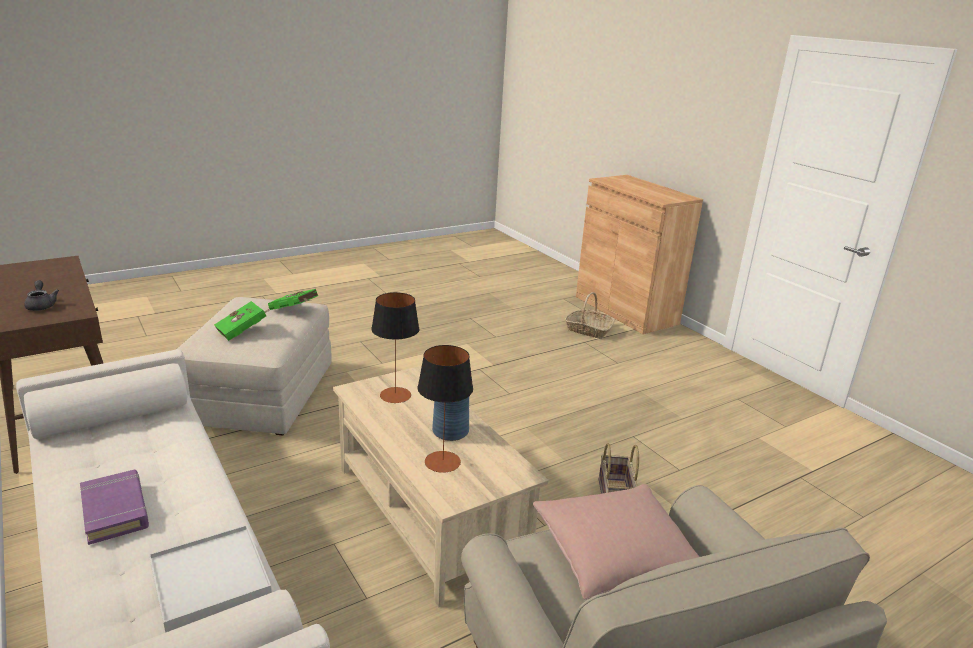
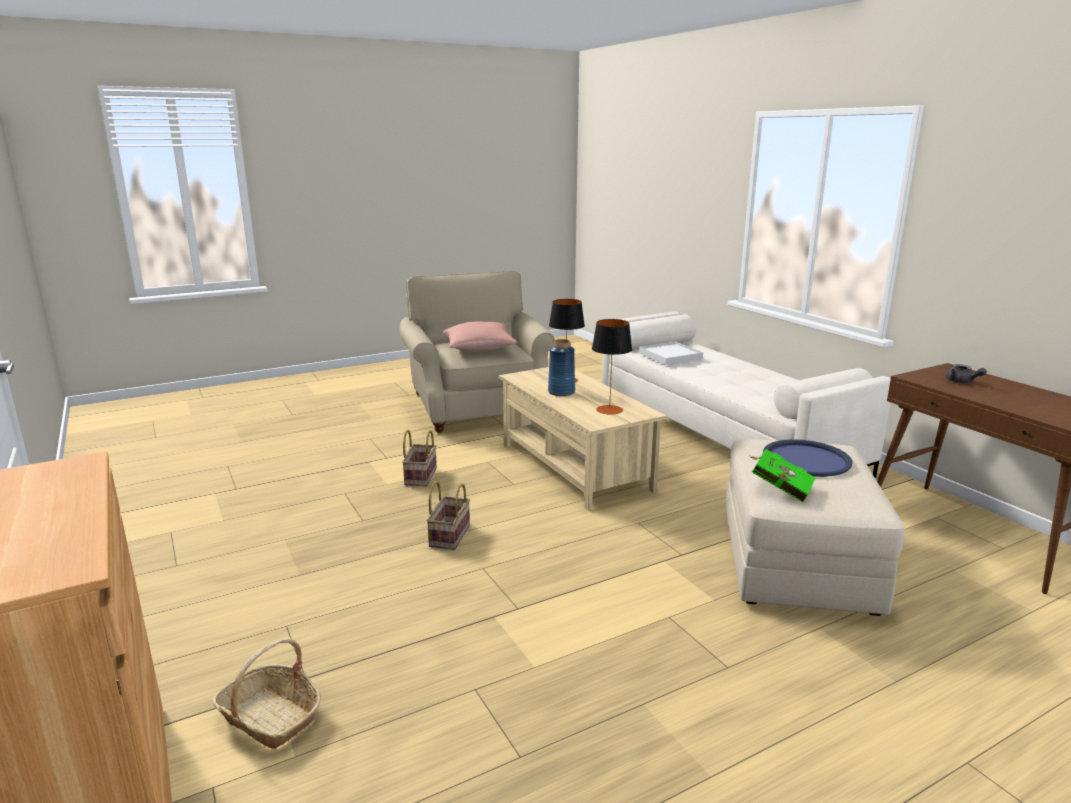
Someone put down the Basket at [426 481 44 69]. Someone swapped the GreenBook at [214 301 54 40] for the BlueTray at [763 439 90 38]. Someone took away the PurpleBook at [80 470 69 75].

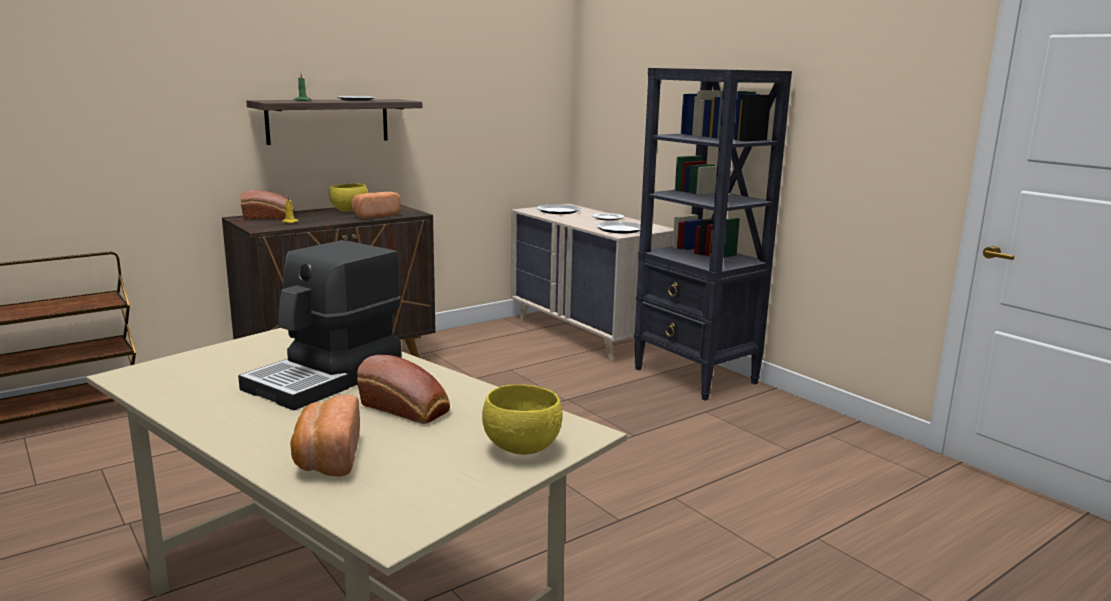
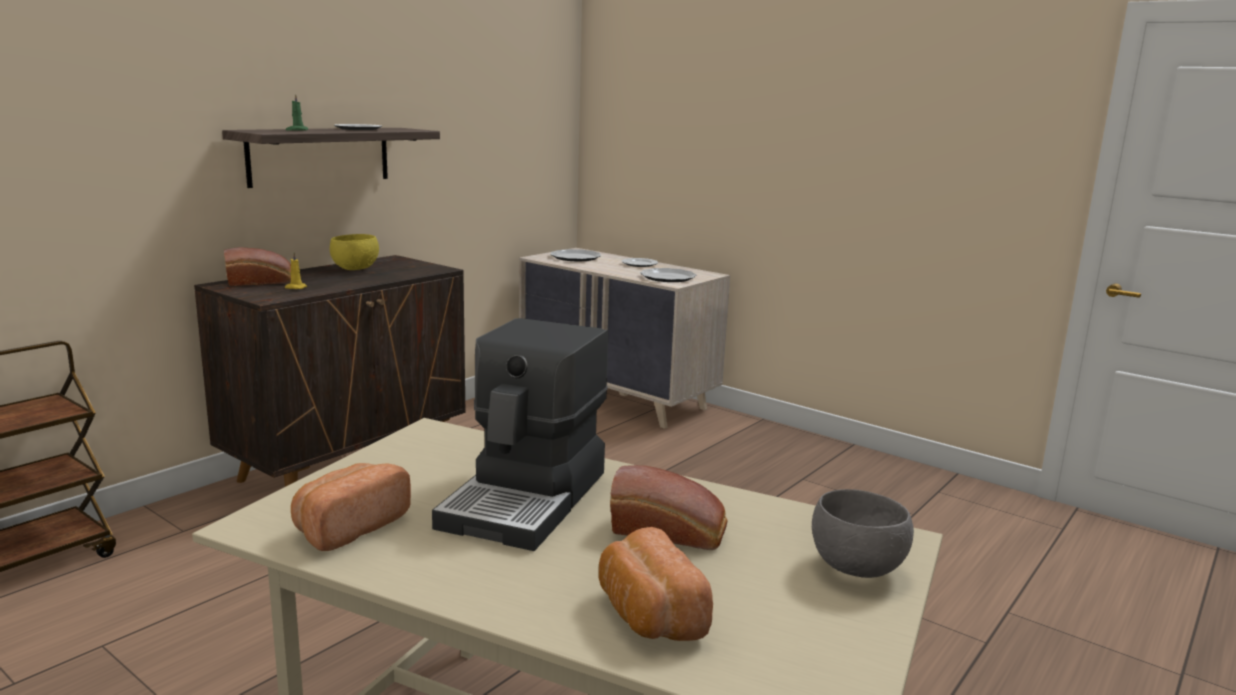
Someone carried the Bread from [351 192 50 27] to [291 463 120 88]. Someone repainted the YellowBowl at [482 384 80 71], which became the GreyBowl at [812 489 102 89]. Someone took away the BlackBookcase at [634 68 158 333].

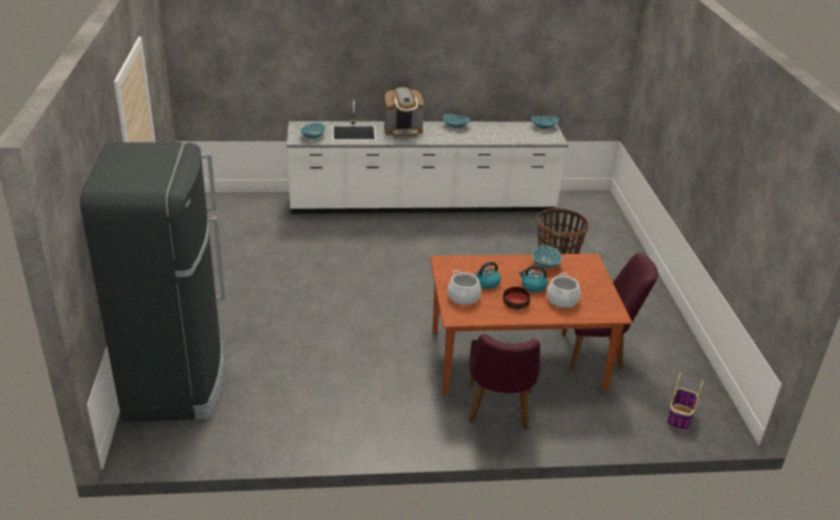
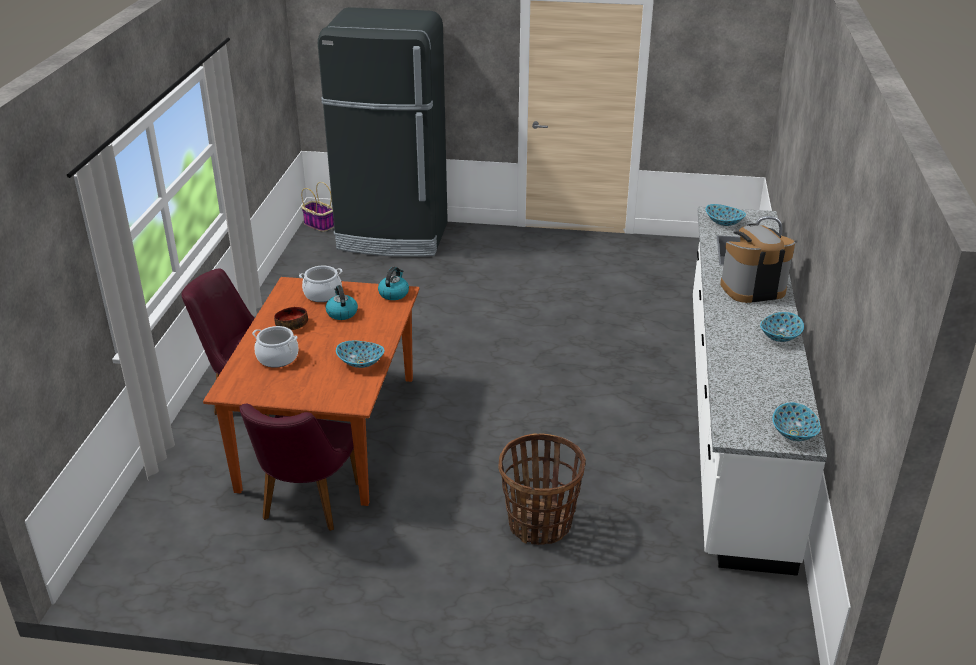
Someone carried the Basket from [667 373 36 58] to [301 182 33 50]. Someone carried the Kettle from [519 265 29 27] to [378 267 31 33]. Someone rotated the CoffeeMachine at [384 87 40 51] by 75 degrees clockwise.

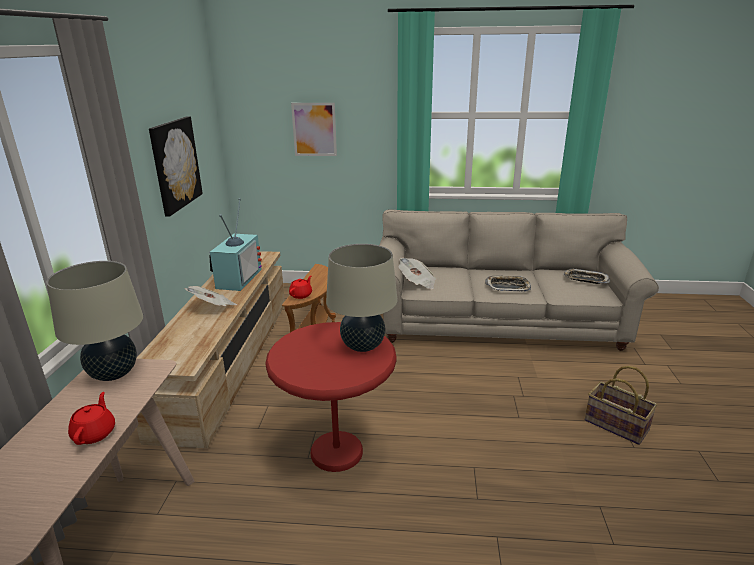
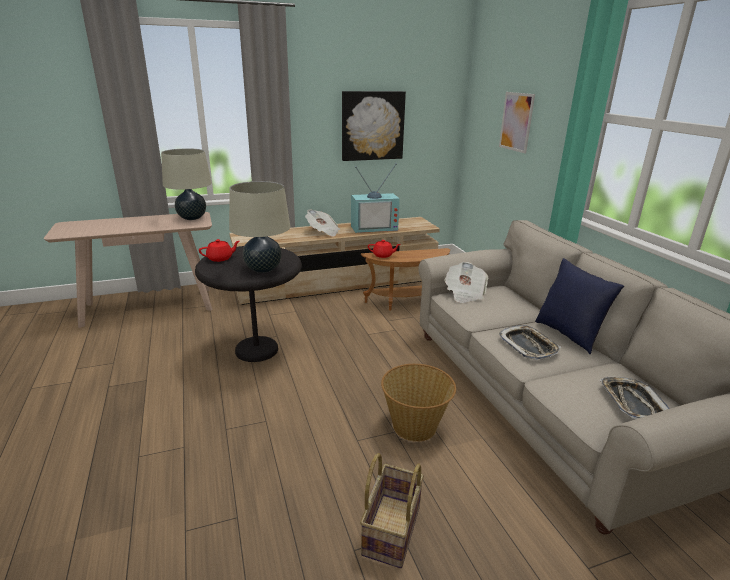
Someone repainted the RedSideTable at [265 322 132 150], which became the BlackSideTable at [195 246 107 116]. Someone carried the RedTeapot from [68 392 47 53] to [199 239 41 23]. Someone put down the Basket at [381 364 75 78]. Someone put down the BluePillow at [535 258 89 96].

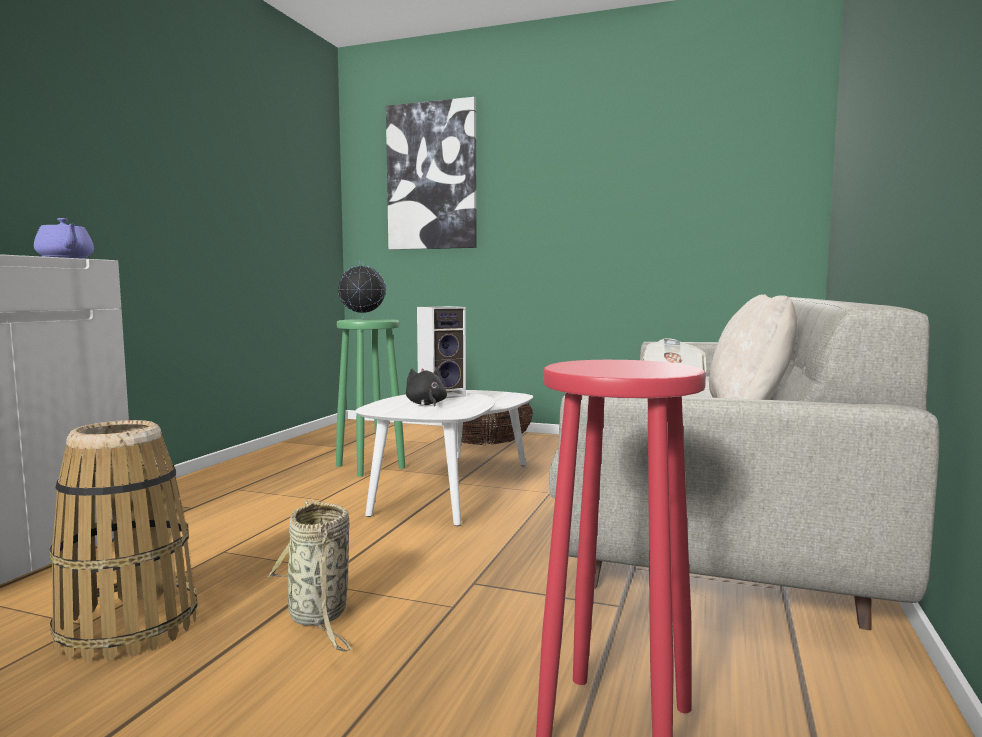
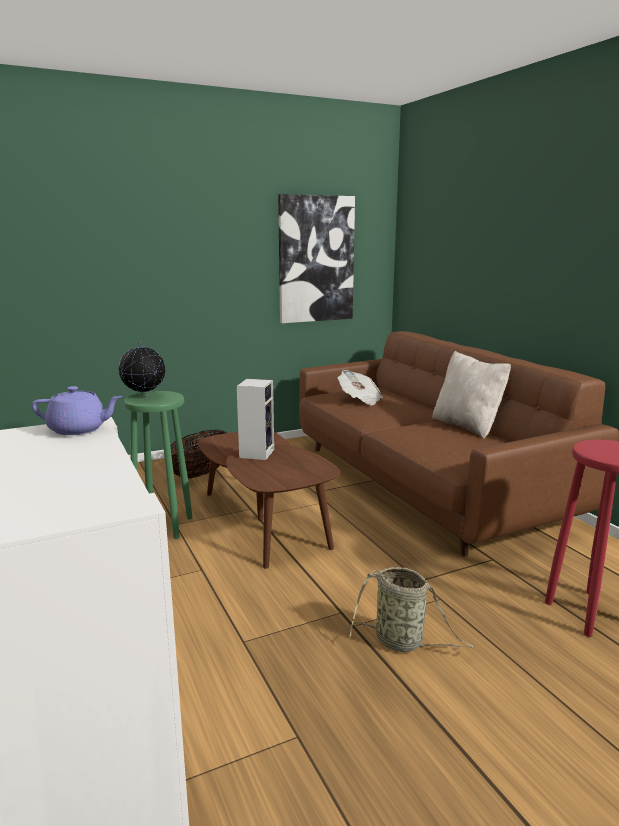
Someone repainted the WhiteCoffeeTable at [355 390 178 136], which became the BrownCoffeeTable at [198 432 142 137]. Someone carried the Picture from [386 97 90 153] to [278 194 77 129]. Someone repainted the GreySofa at [549 297 390 333], which became the BrownSofa at [299 331 320 226]. Someone took away the Basket at [50 420 147 242]. Someone took away the BlackPlushToy at [406 367 41 40].

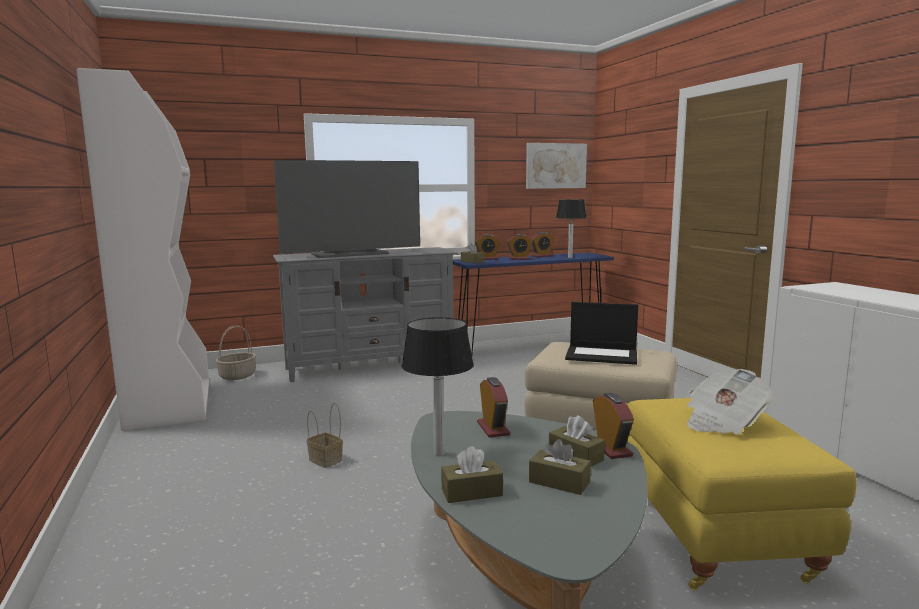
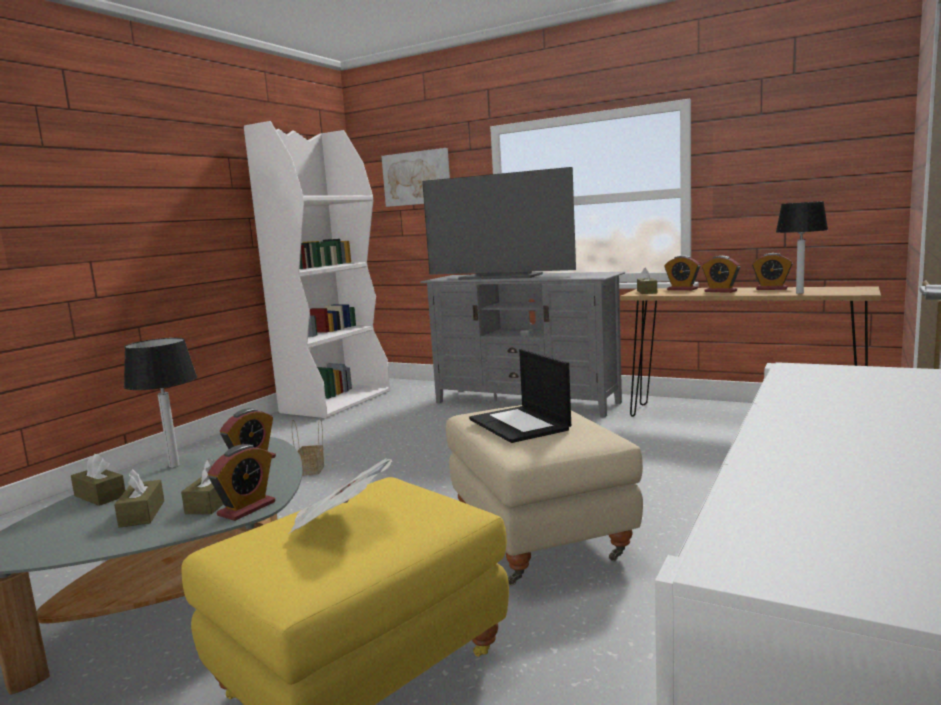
Someone carried the Picture from [526 143 61 46] to [381 148 69 59]. Someone repainted the BlueConsoleTable at [453 253 161 101], which became the BrownConsoleTable at [620 286 261 131]. Someone took away the Basket at [216 325 40 55].

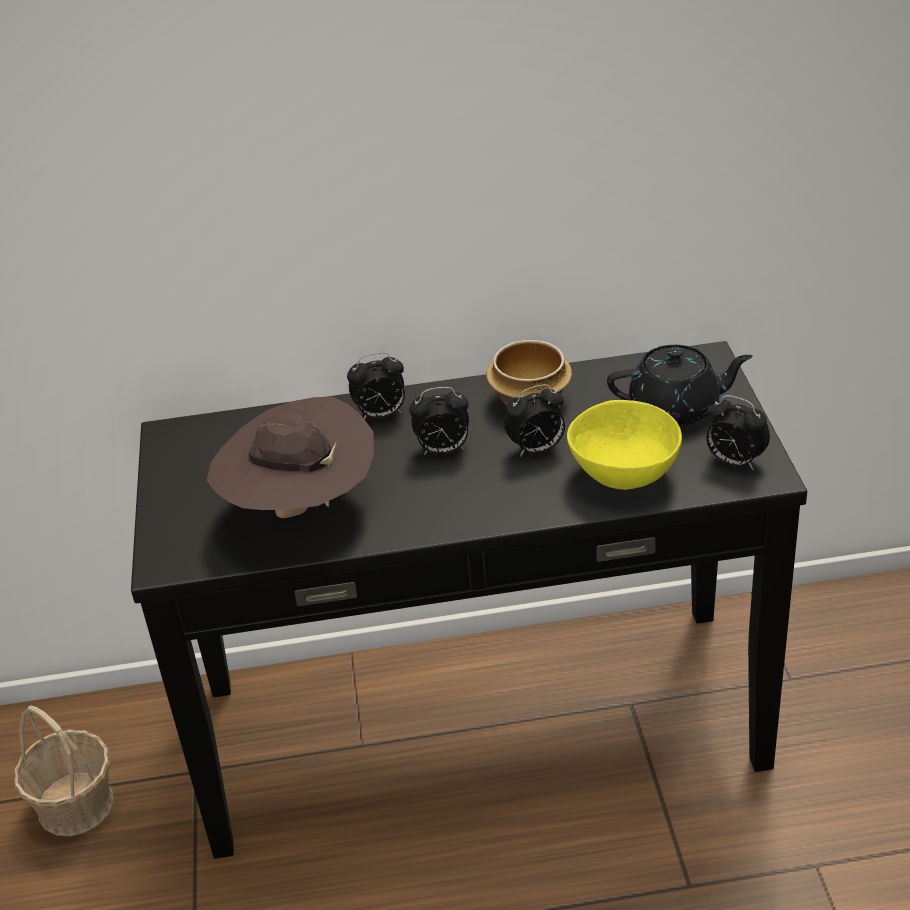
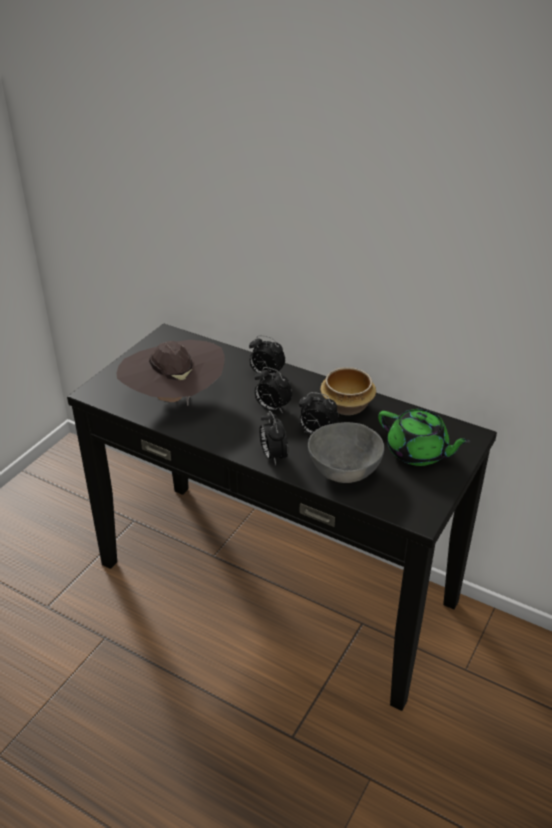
Someone carried the AlarmClock from [706 395 64 75] to [259 411 29 54]. Someone repainted the YellowBowl at [567 400 115 90], which became the GreyBowl at [308 422 76 61]. Someone repainted the BlackTeapot at [607 345 146 81], which became the GreenTeapot at [378 409 92 57]. Someone took away the Basket at [14 705 100 131].

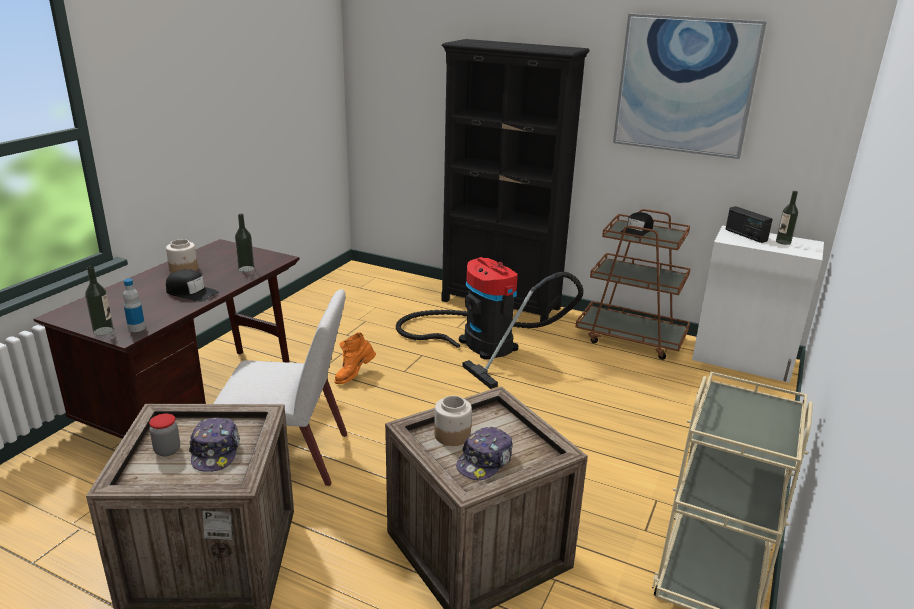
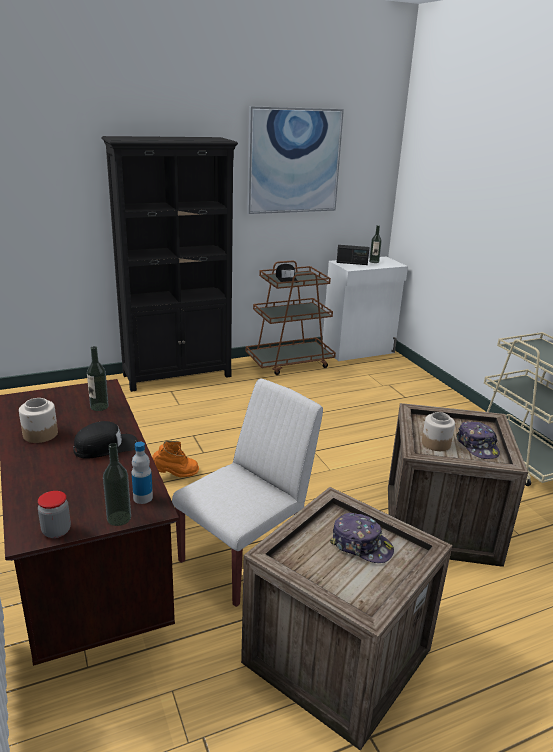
Someone carried the Jar from [149 414 31 42] to [38 491 33 47]. Someone rotated the OrangeBoot at [334 332 42 52] by 105 degrees counterclockwise. Someone took away the VacuumCleaner at [396 257 188 132].

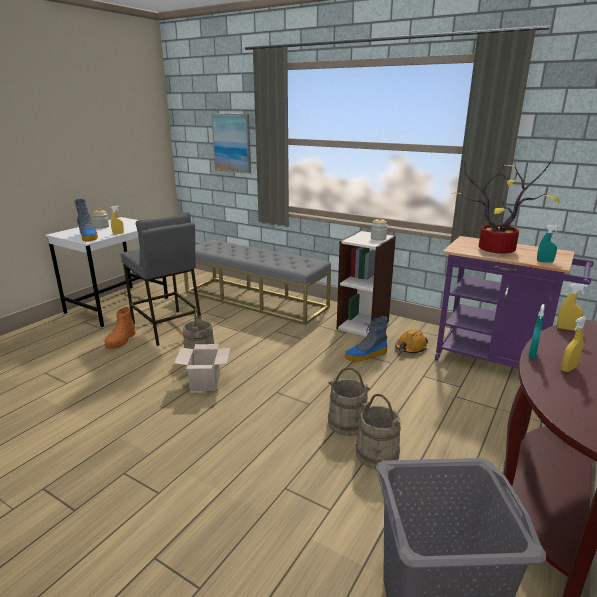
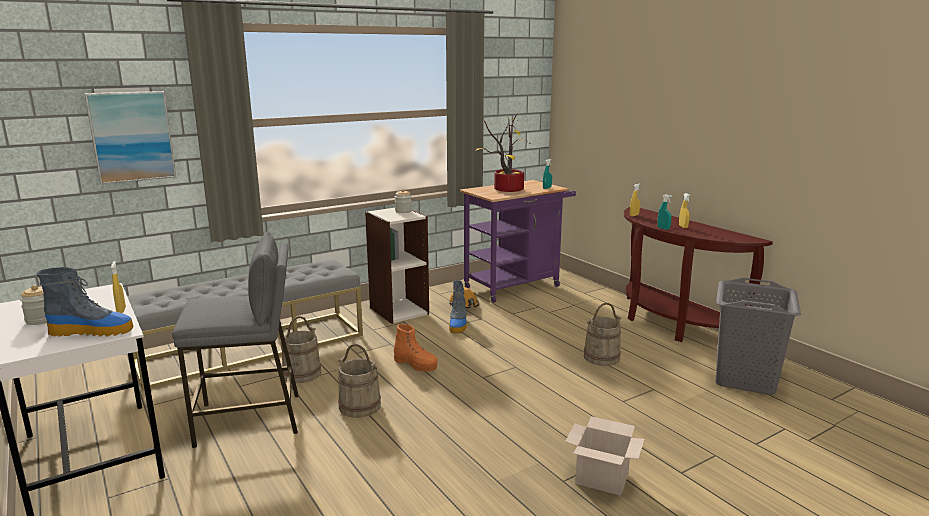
Someone carried the BeigeBucket from [328 367 43 69] to [281 316 40 67]. Someone carried the OrangeBoot from [104 307 32 42] to [394 324 43 48]. Someone carried the CardboardBox from [174 344 56 47] to [565 416 80 80].

